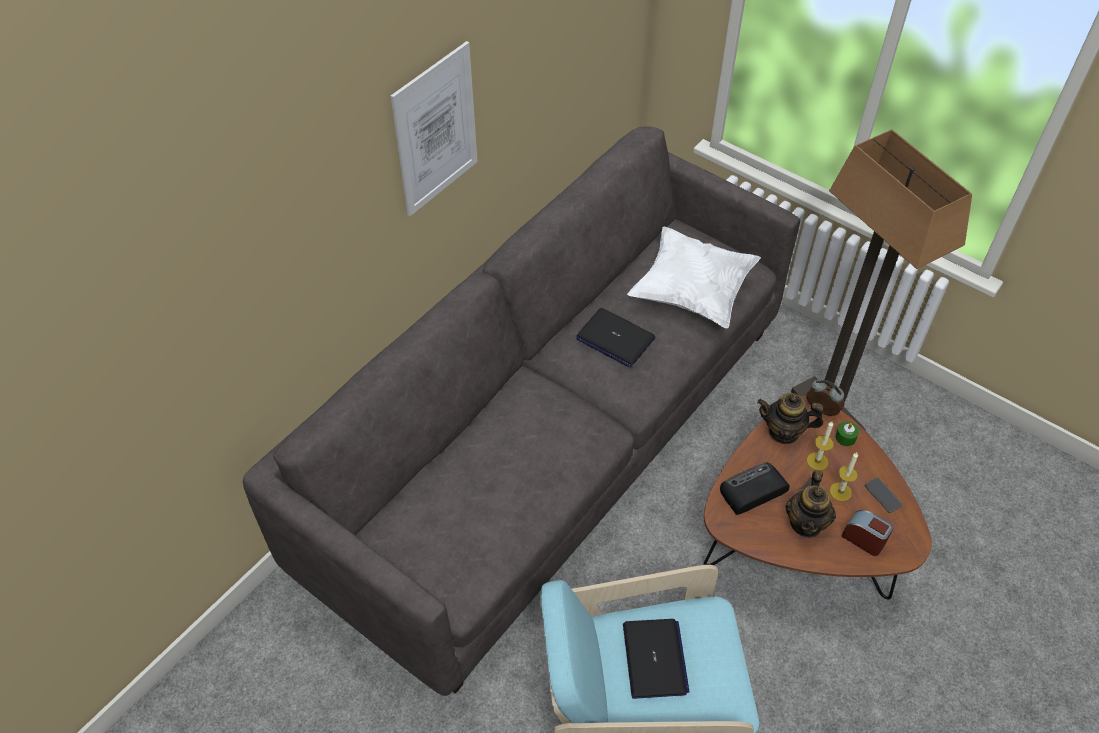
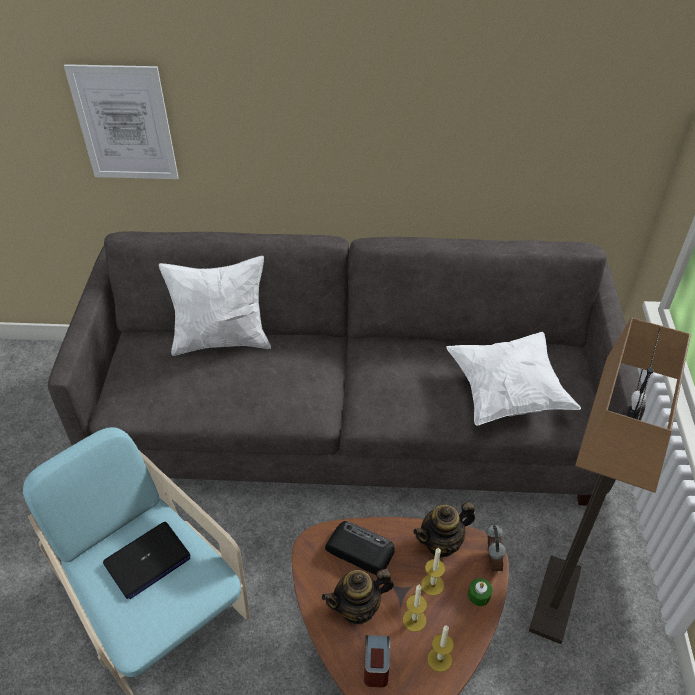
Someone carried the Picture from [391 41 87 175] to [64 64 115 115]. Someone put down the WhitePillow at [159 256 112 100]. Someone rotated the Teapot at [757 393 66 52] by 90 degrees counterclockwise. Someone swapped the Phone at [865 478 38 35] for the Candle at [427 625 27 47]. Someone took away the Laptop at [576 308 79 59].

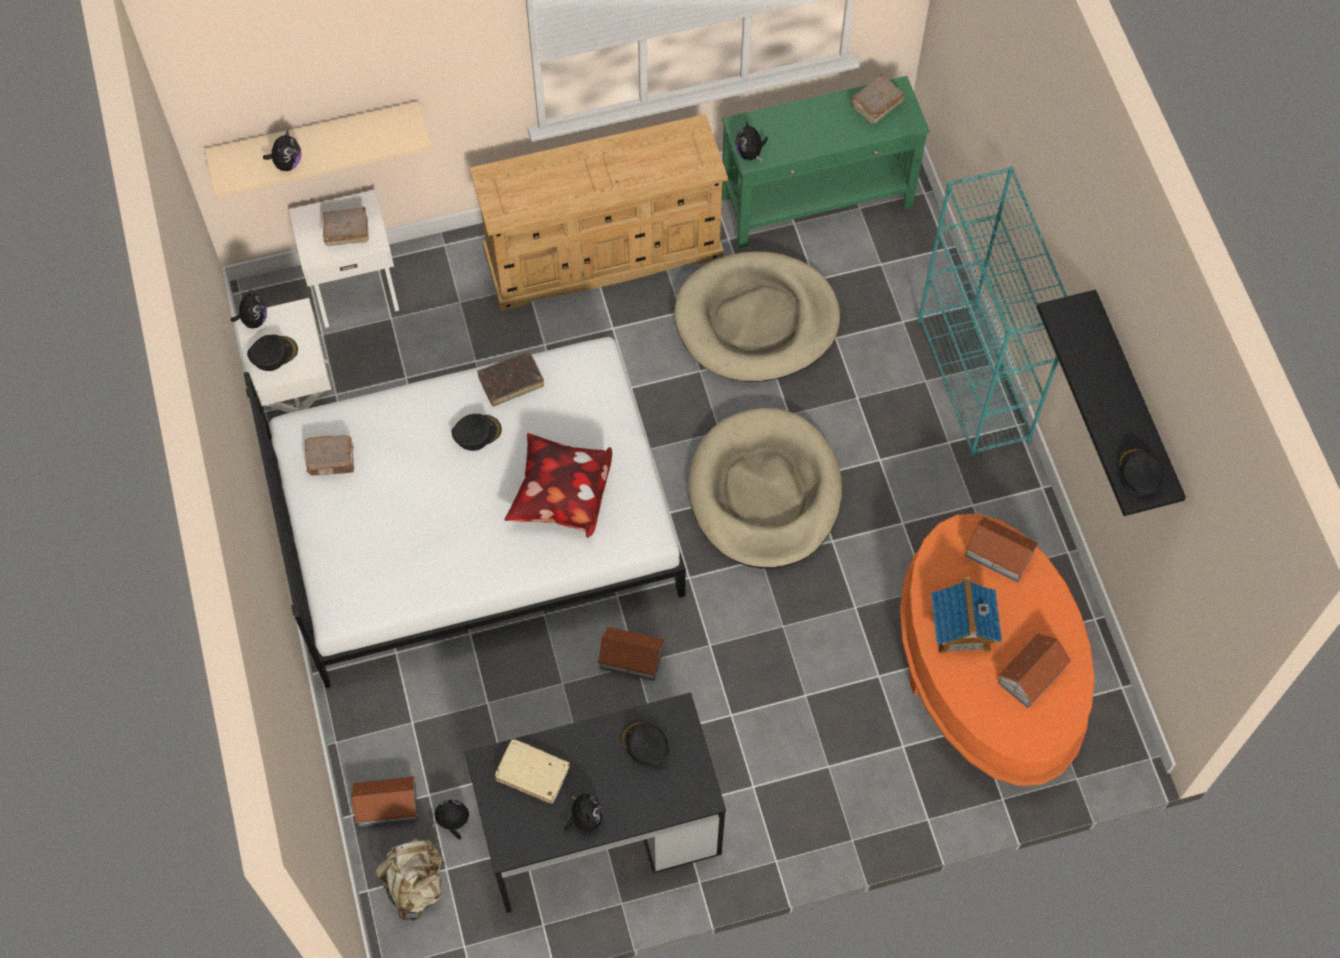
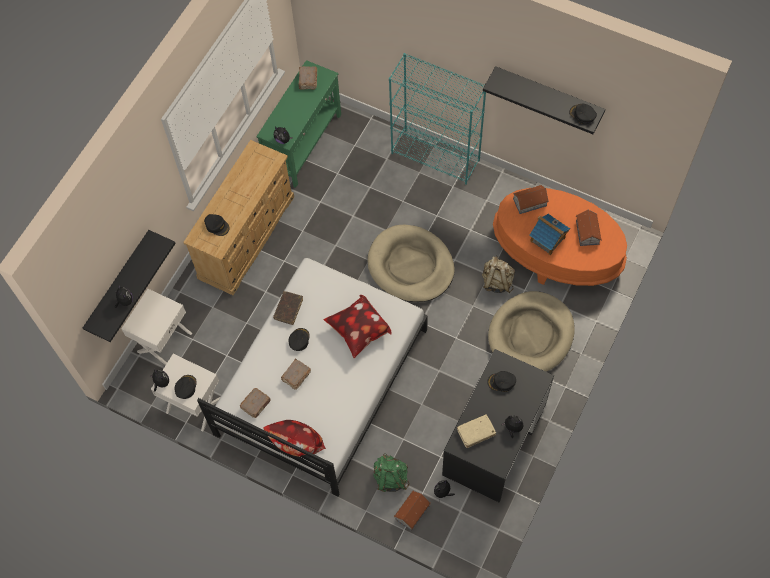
Someone repainted the BeigeShelf at [205 101 226 97], which became the BlackShelf at [83 230 93 112]. Someone put down the BlackCap at [204 214 26 22]. Someone put down the Pillow at [264 420 62 37]. Someone carried the BrownBook from [322 207 47 39] to [281 359 30 30]. Someone put down the GreenBackpack at [373 453 37 39]. Someone carried the BeigeBackpack from [374 839 71 81] to [482 255 33 38]. Someone carried the BeigeDogBed from [674 251 166 131] to [488 291 86 81]. Someone took away the ToyHouse at [597 627 68 54].

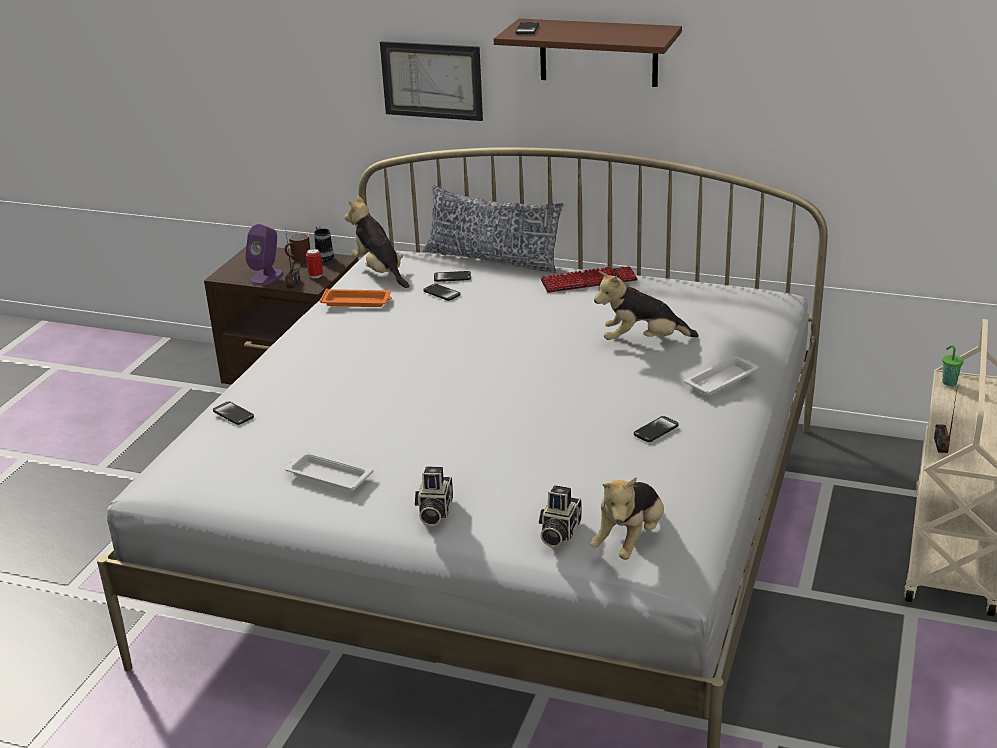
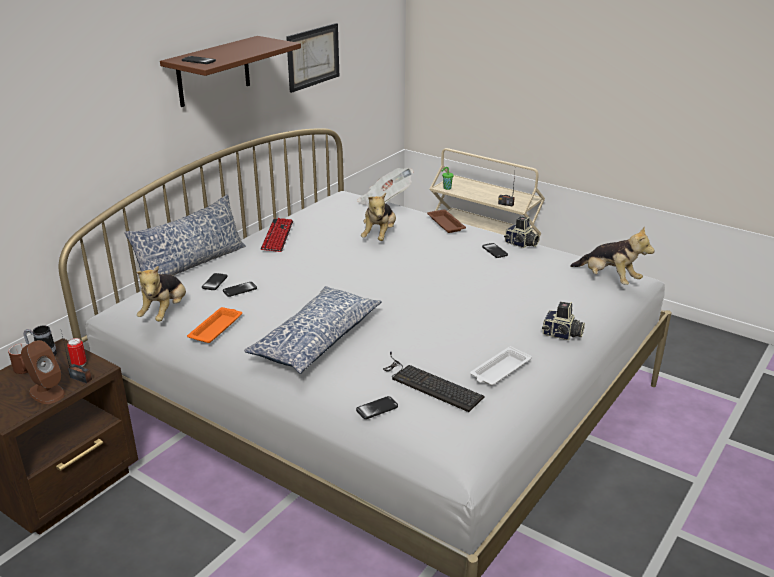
Someone repainted the PurpleSpeaker at [245 224 38 62], which became the BrownSpeaker at [21 340 44 64]. Someone rotated the PlushToy at [345 195 64 93] by 60 degrees counterclockwise. Someone put down the Pillow at [244 286 138 88]. Someone carried the Picture from [380 41 103 80] to [286 23 53 70]. Someone put down the Newspaper at [357 168 57 39]. Someone put down the Keyboard at [383 352 102 60]. Someone repainted the WhiteTray at [684 356 75 39], which became the BrownTray at [427 210 39 23]. Someone carried the PhotoCamera from [539 485 43 62] to [504 216 36 32].

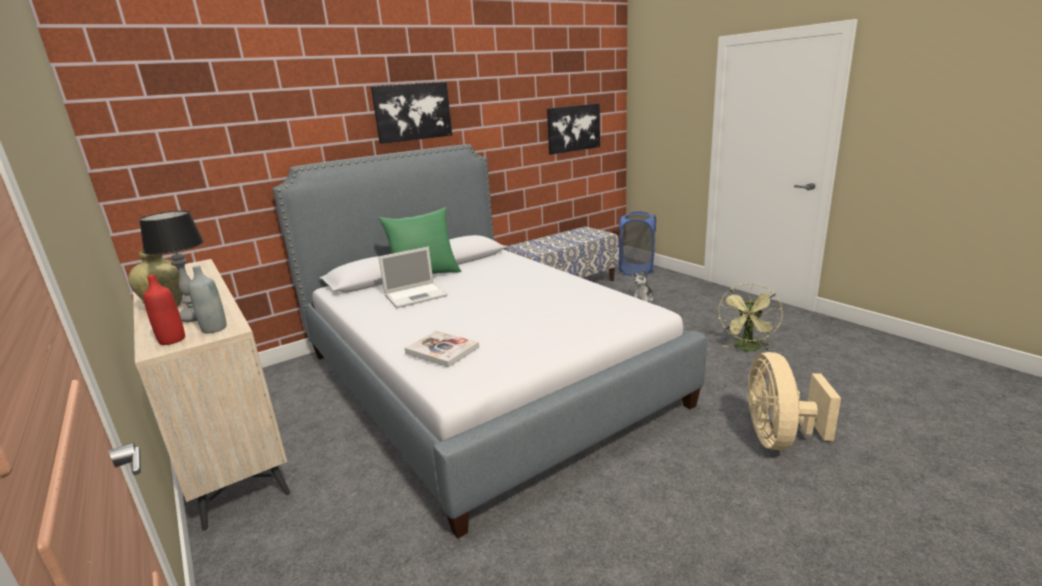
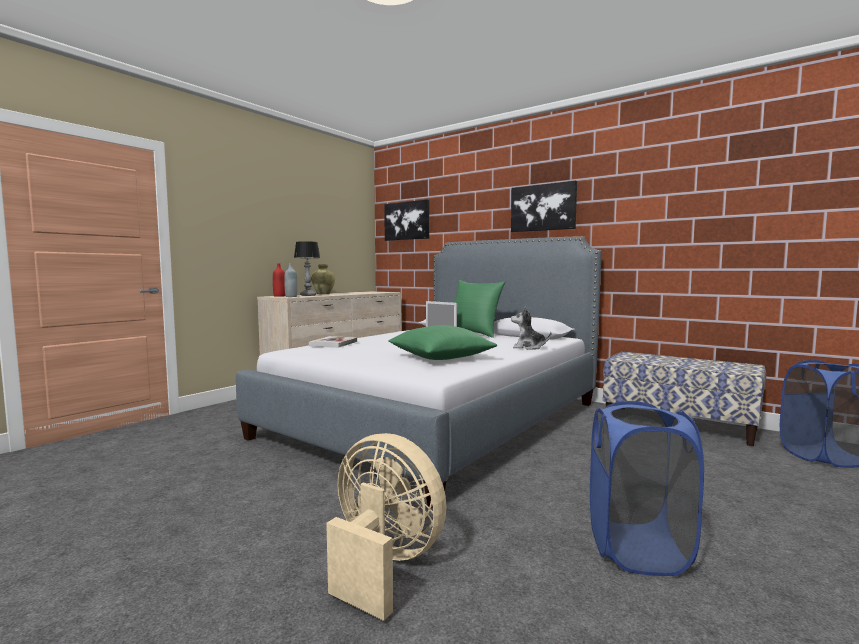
Someone rotated the BeigeFan at [747 352 94 98] by 45 degrees clockwise. Someone carried the Picture from [547 103 53 51] to [384 200 45 41]. Someone put down the GreenPillow at [388 325 109 35]. Someone carried the PlushToy from [632 270 22 32] to [511 307 40 43]. Someone swapped the GreenFan at [718 283 65 68] for the BlueLaundryBasket at [590 401 114 175].

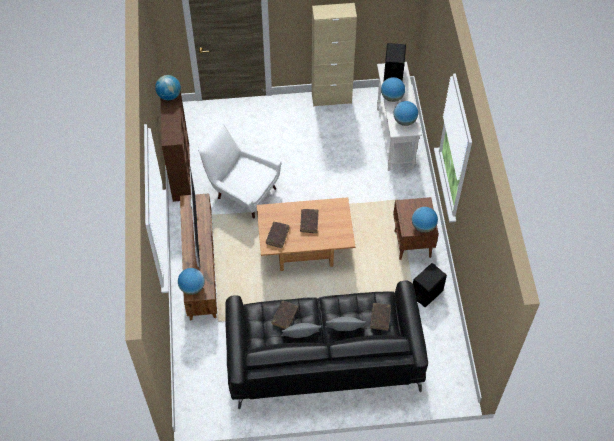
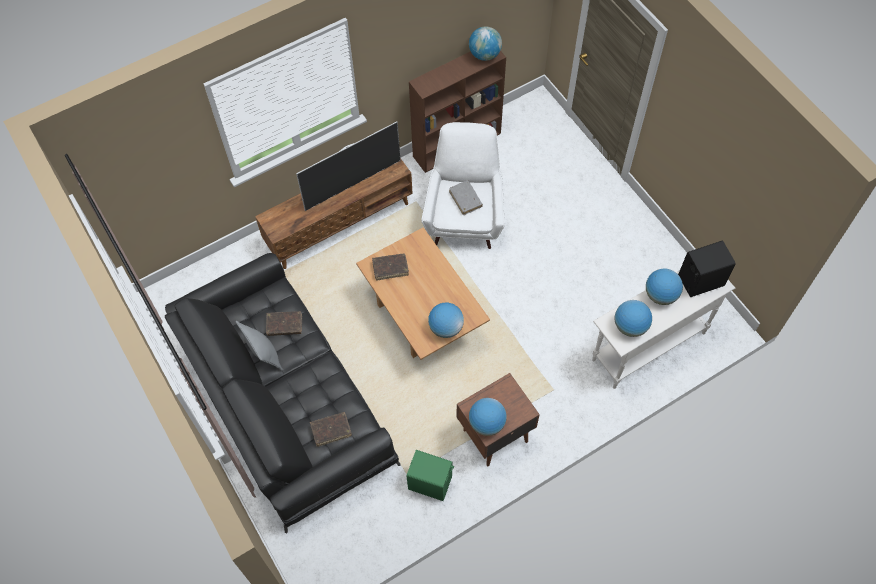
Someone repainted the BlackSpeaker at [413 263 34 44], which became the GreenSpeaker at [407 450 47 51]. Someone carried the Globe from [178 268 27 27] to [428 302 36 36]. Someone put down the GreyBook at [449 180 34 35]. Someone took away the BrownBook at [300 209 19 24]. Someone took away the BeigeCabinet at [312 3 45 104]. Someone took away the GreyPillow at [325 317 41 14].

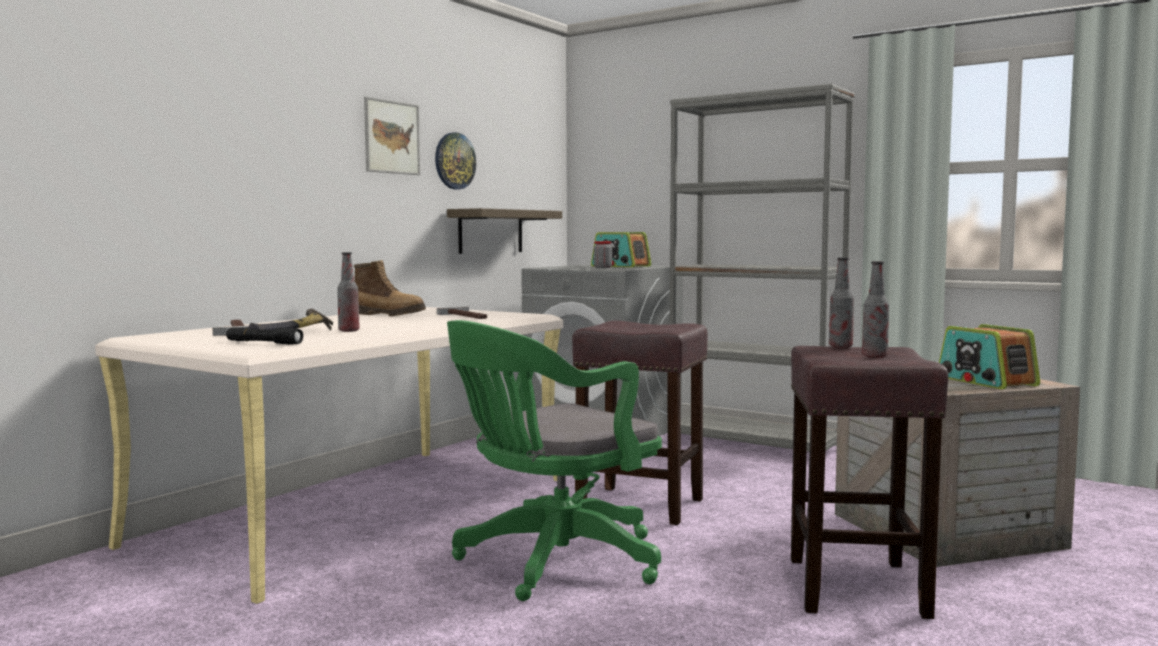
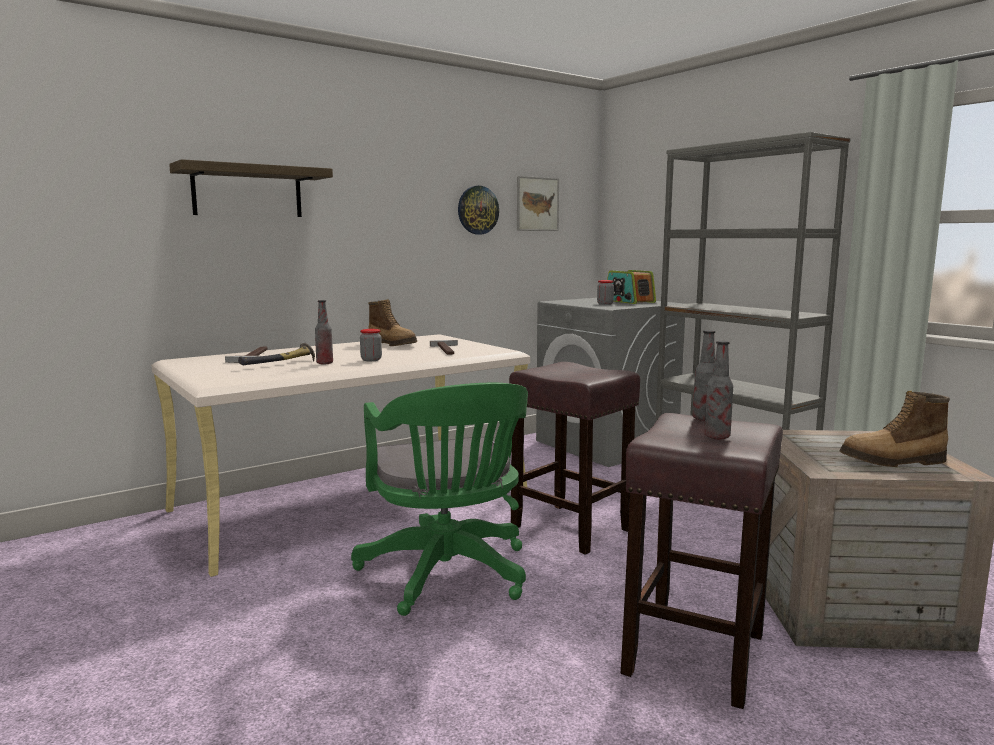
Someone carried the Shelf from [447 208 115 46] to [169 159 164 58]. Someone rotated the GreenOfficeChair at [447 320 215 281] by 90 degrees counterclockwise. Someone put down the Jar at [360 329 22 32]. Someone carried the Picture from [364 97 56 78] to [517 176 42 55]. Someone swapped the Radio at [939 324 101 65] for the Boot at [840 391 110 76]. Someone took away the BlackFlashlight at [226 328 77 17].

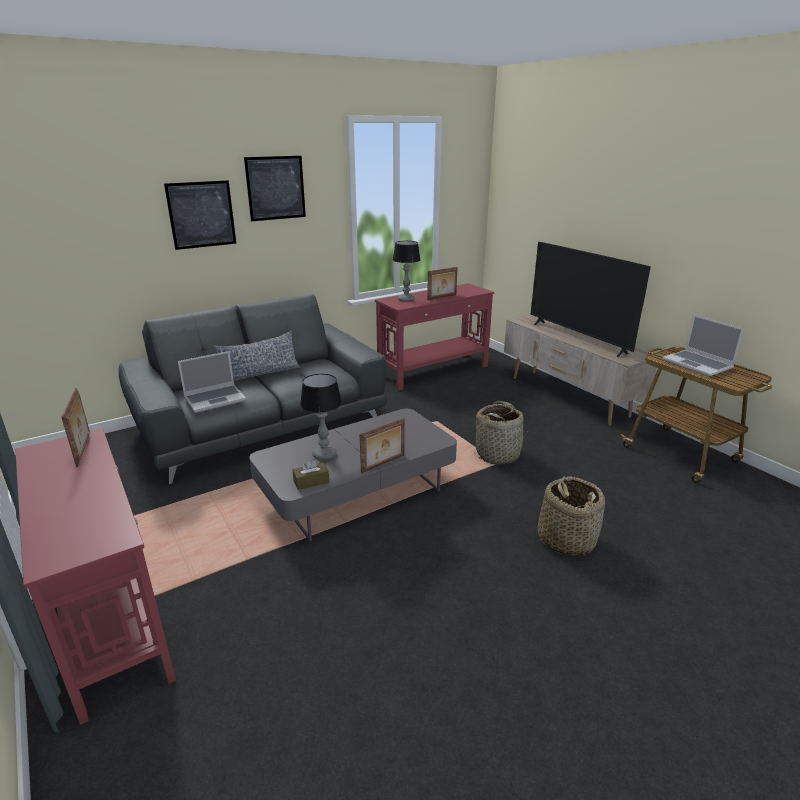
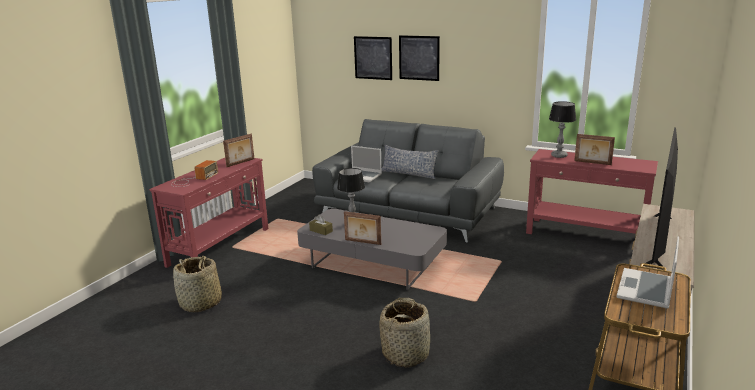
Someone put down the Radio at [171 160 47 27]. Someone carried the Basket from [474 401 53 64] to [173 256 49 56]. Someone carried the Picture from [244 156 62 65] to [354 36 38 44].

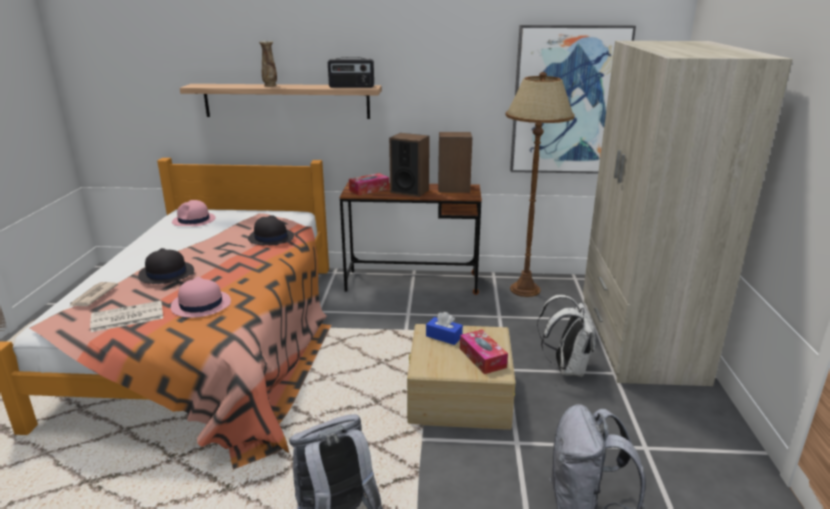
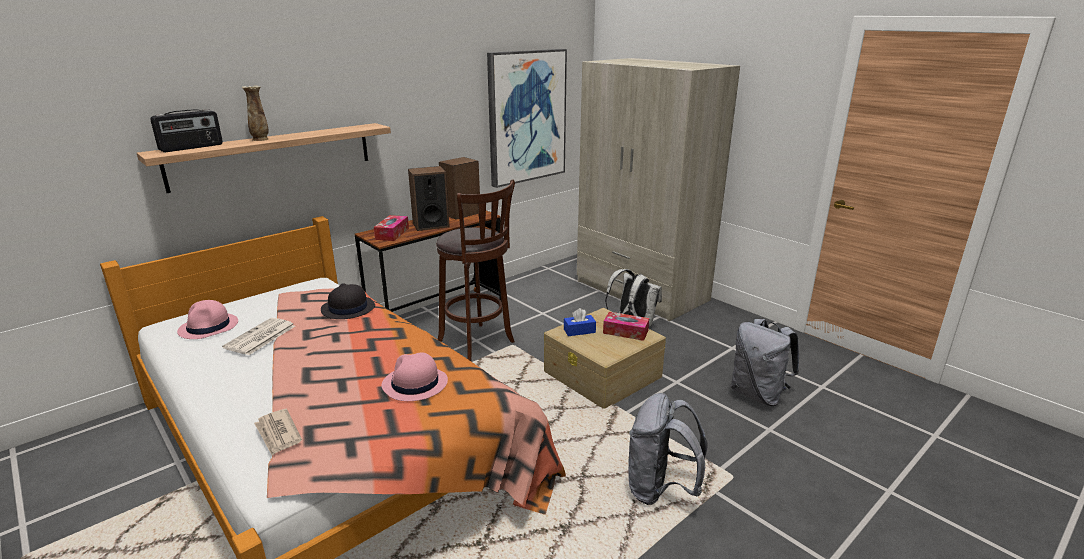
Someone carried the Radio from [328 57 46 31] to [150 109 73 43]. Someone carried the Newspaper from [90 301 73 31] to [222 318 73 37]. Someone put down the BrownStool at [436 179 79 182]. Someone took away the BlackHat at [138 248 56 36]. Someone took away the BrownFloorLamp at [506 72 69 225].

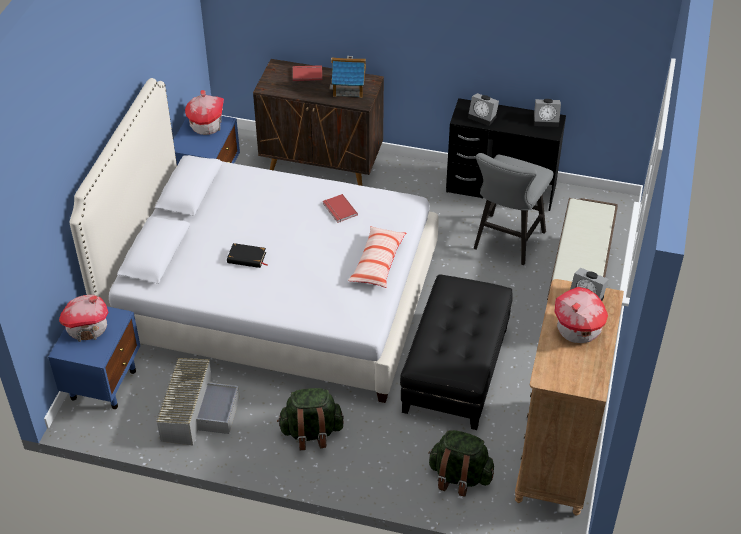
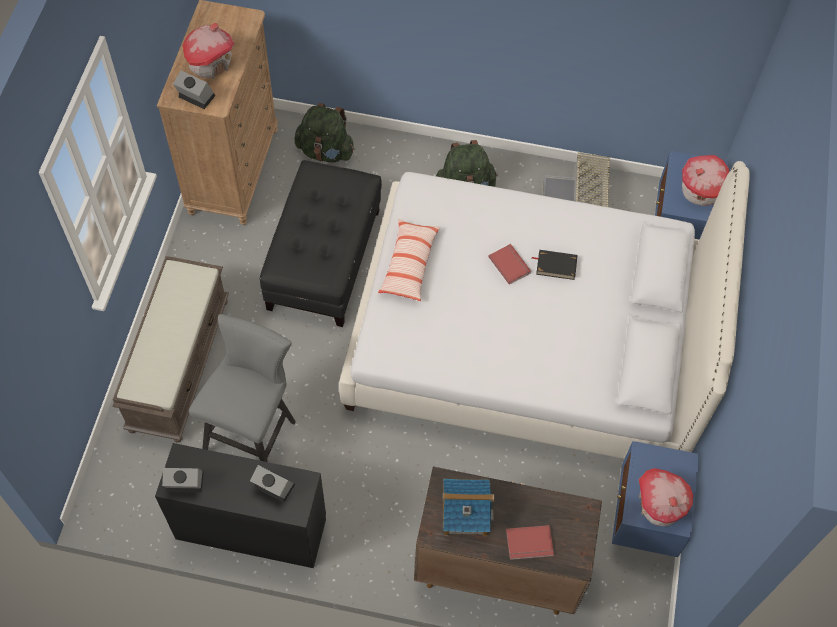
Someone carried the RedBook from [323 194 35 29] to [488 244 43 41].

